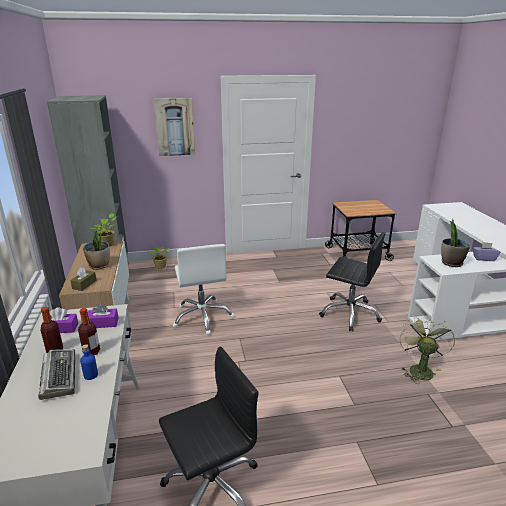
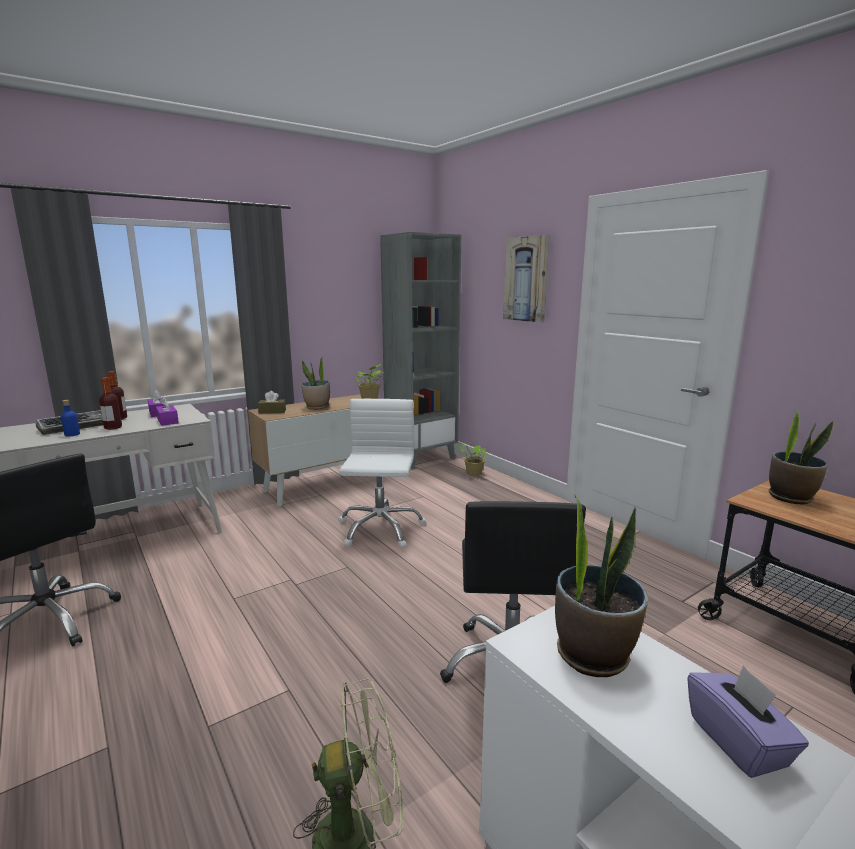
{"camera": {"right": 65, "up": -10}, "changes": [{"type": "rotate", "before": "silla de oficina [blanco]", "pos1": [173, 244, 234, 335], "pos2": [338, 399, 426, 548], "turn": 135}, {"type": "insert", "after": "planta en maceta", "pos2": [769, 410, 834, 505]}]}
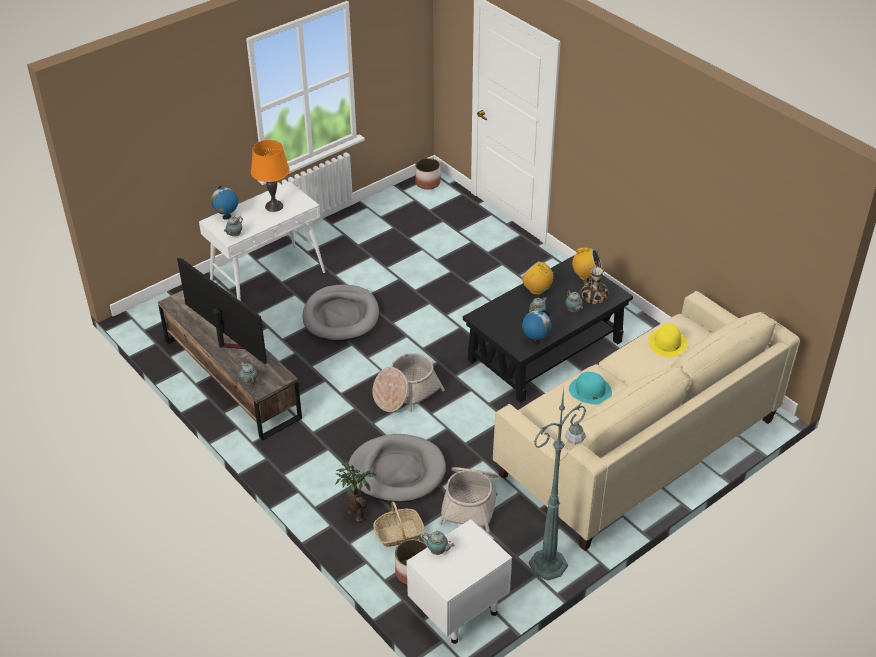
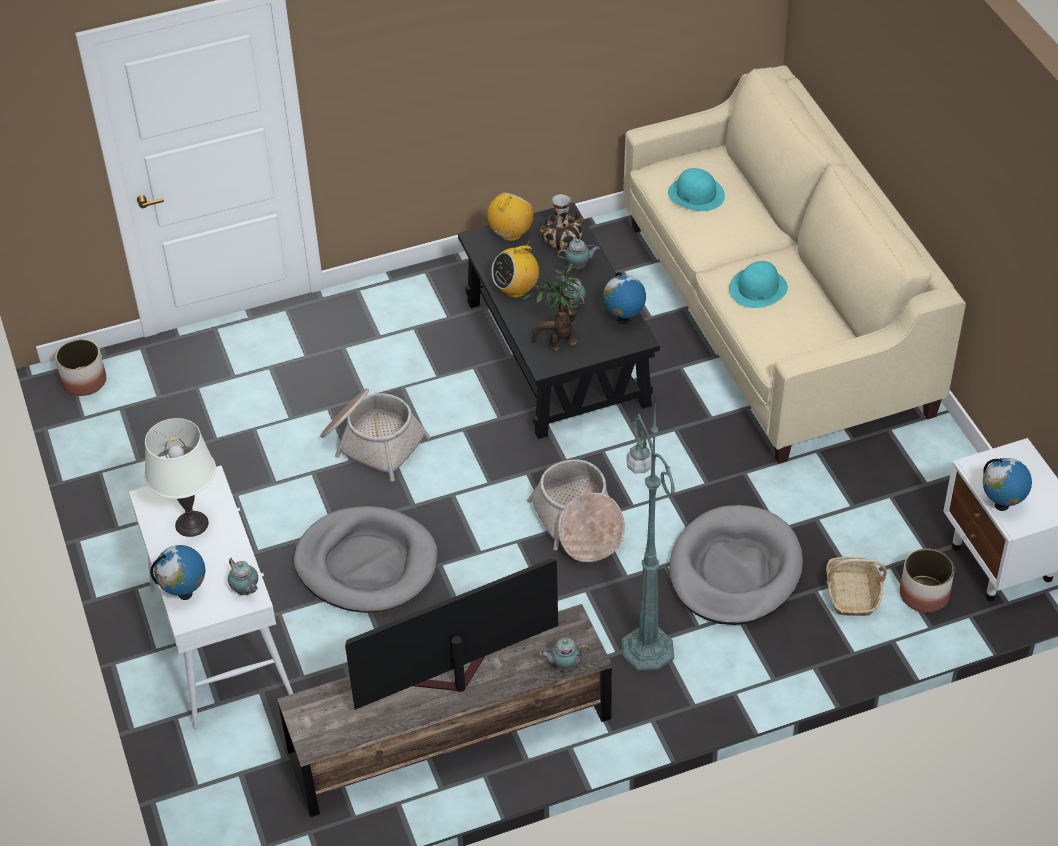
{"camera": {"right": -70, "up": 5}, "changes": [{"type": "recolor", "before": "lámpara de mesa [naranja]", "after": "lámpara de mesa [blanco]", "pos1": [251, 140, 290, 212], "pos2": [144, 418, 216, 537]}, {"type": "move", "before": "planta en maceta", "pos1": [335, 461, 376, 522], "pos2": [521, 263, 580, 351]}, {"type": "replace", "before": "tetera", "after": "globo terráqueo", "pos1": [422, 531, 455, 555], "pos2": [983, 458, 1032, 511]}, {"type": "move", "before": "cesta", "pos1": [439, 467, 498, 532], "pos2": [320, 388, 430, 481]}, {"type": "move", "before": "lámpara de pie [verde]", "pos1": [529, 388, 586, 581], "pos2": [622, 408, 675, 671]}, {"type": "recolor", "before": "sombrero [amarillo]", "after": "sombrero [turquesa]", "pos1": [648, 324, 687, 357], "pos2": [668, 168, 725, 211]}]}
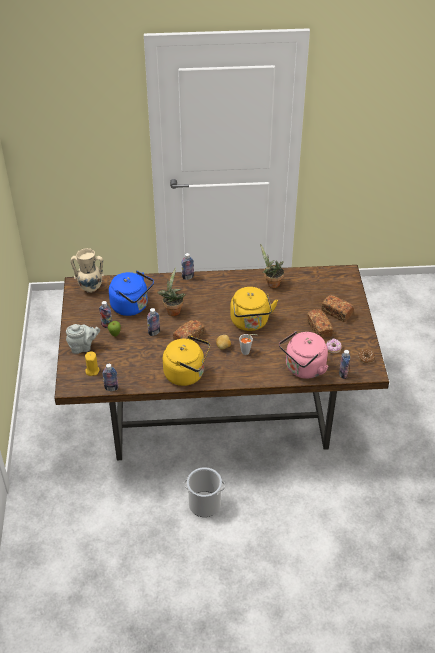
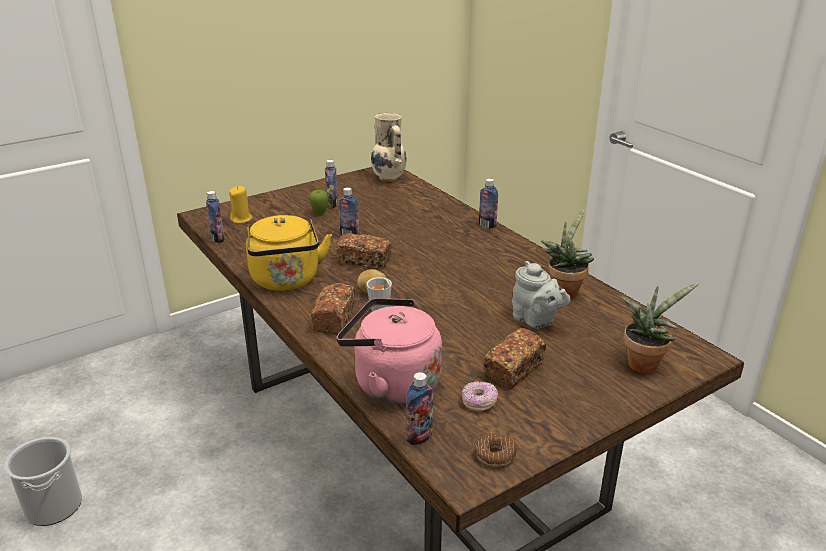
{"camera": {"right": 60, "up": -15}, "changes": [{"type": "move", "before": "tetera [gris]", "pos1": [66, 324, 100, 354], "pos2": [512, 261, 571, 329]}, {"type": "delete", "before": "hervidor [azul]", "pos1": [109, 271, 154, 316]}, {"type": "move", "before": "planta en maceta", "pos1": [157, 267, 186, 316], "pos2": [620, 283, 699, 374]}, {"type": "move", "before": "cubo", "pos1": [184, 467, 225, 517], "pos2": [4, 437, 82, 526]}, {"type": "delete", "before": "hervidor [amarillo]", "pos1": [230, 287, 278, 331]}, {"type": "move", "before": "pan", "pos1": [321, 295, 354, 322], "pos2": [311, 283, 355, 334]}]}
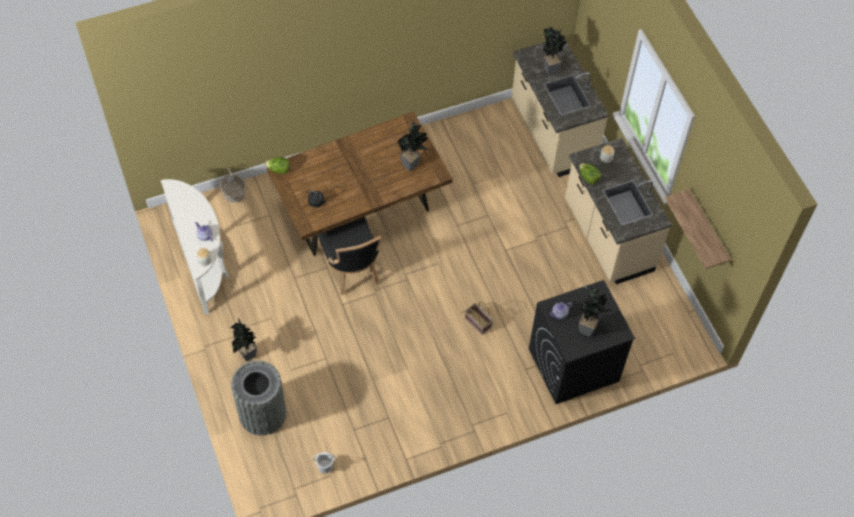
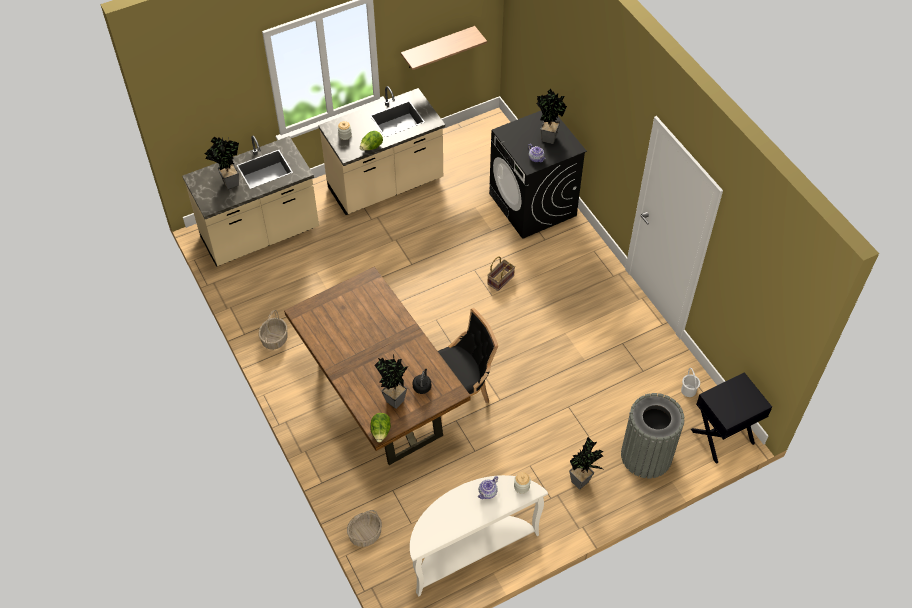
{"camera": {"right": -95, "up": -5}, "changes": [{"type": "move", "before": "planta en maceta", "pos1": [397, 121, 429, 171], "pos2": [374, 355, 408, 409]}, {"type": "insert", "after": "cesta", "pos2": [259, 310, 288, 350]}, {"type": "insert", "after": "mesita de noche [negro]", "pos2": [691, 372, 772, 464]}]}
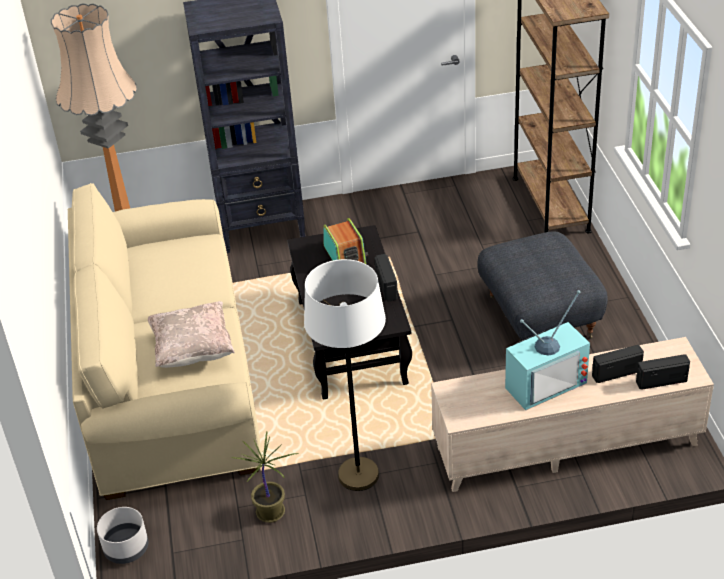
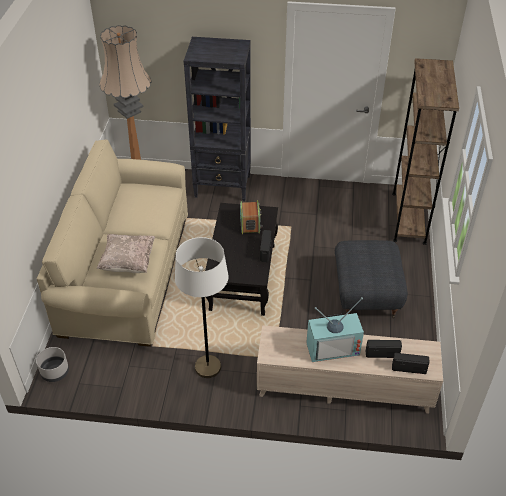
{"camera": {"right": 15, "up": 5}, "changes": [{"type": "delete", "before": "planta en maceta", "pos1": [231, 432, 299, 523]}]}
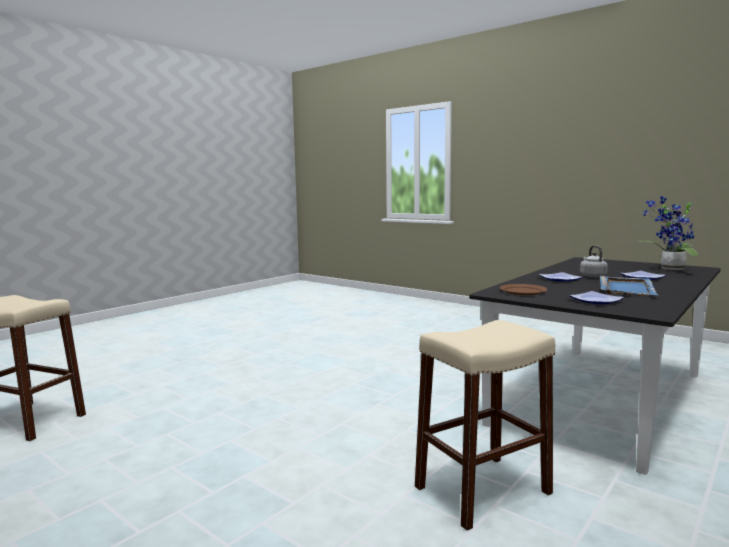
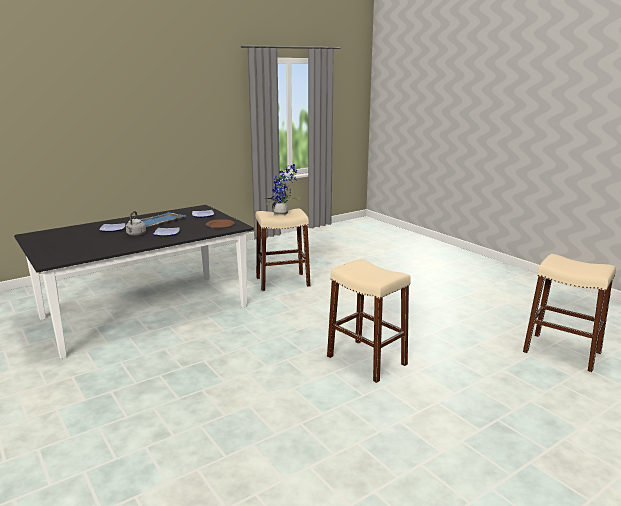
{"camera": {"right": -165, "up": 10}, "changes": [{"type": "move", "before": "planta en maceta", "pos1": [638, 196, 698, 270], "pos2": [265, 164, 300, 215]}, {"type": "insert", "after": "taburete [beis]", "pos2": [327, 259, 411, 383]}]}
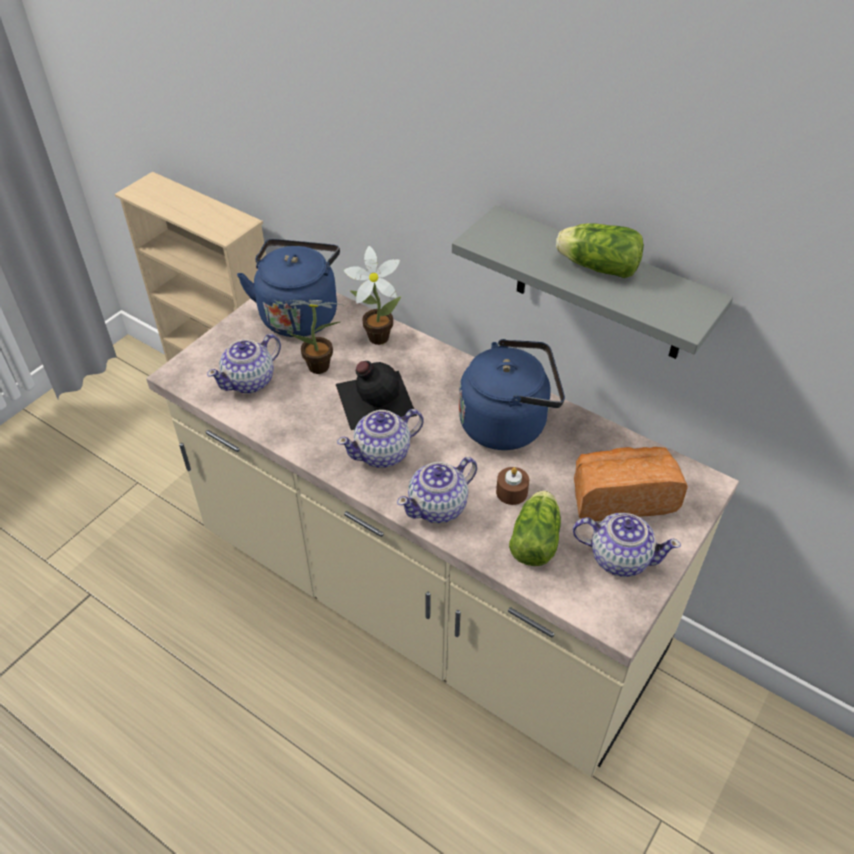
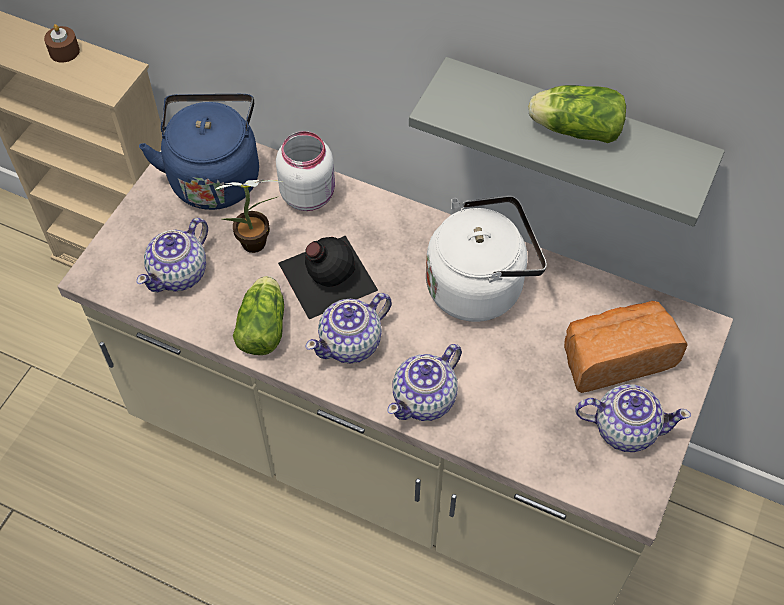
{"camera": {"right": -10, "up": 10}, "changes": [{"type": "replace", "before": "planta en maceta", "after": "tarro [blanco]", "pos1": [344, 246, 401, 345], "pos2": [276, 131, 335, 211]}, {"type": "recolor", "before": "hervidor [azul]", "after": "hervidor [blanco]", "pos1": [459, 339, 565, 450], "pos2": [426, 195, 547, 322]}, {"type": "move", "before": "vela [marrón]", "pos1": [496, 467, 529, 505], "pos2": [44, 24, 80, 63]}, {"type": "move", "before": "lechuga", "pos1": [509, 490, 561, 566], "pos2": [233, 276, 284, 355]}]}
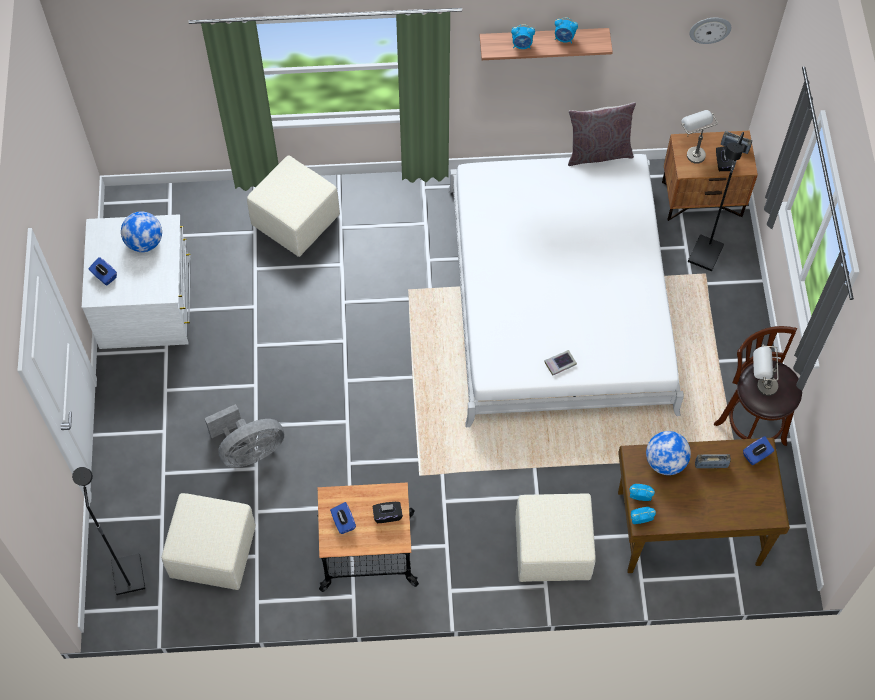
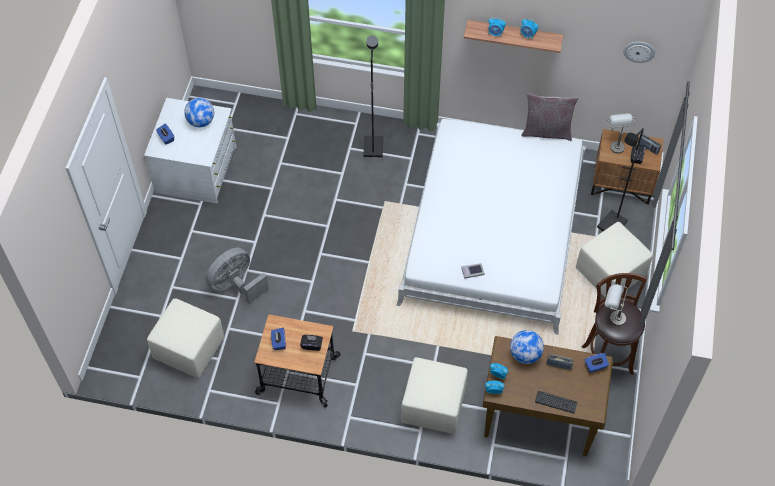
{"camera": {"right": 15, "up": -5}, "changes": [{"type": "move", "before": "lámpara de pie [negro]", "pos1": [72, 467, 145, 595], "pos2": [363, 35, 383, 157]}, {"type": "rotate", "before": "ventilador [gris]", "pos1": [204, 404, 285, 468], "pos2": [206, 248, 269, 304], "turn": 150}, {"type": "move", "before": "puf [beis]", "pos1": [247, 156, 340, 257], "pos2": [576, 222, 653, 297]}, {"type": "insert", "after": "teclado", "pos2": [535, 391, 577, 414]}]}
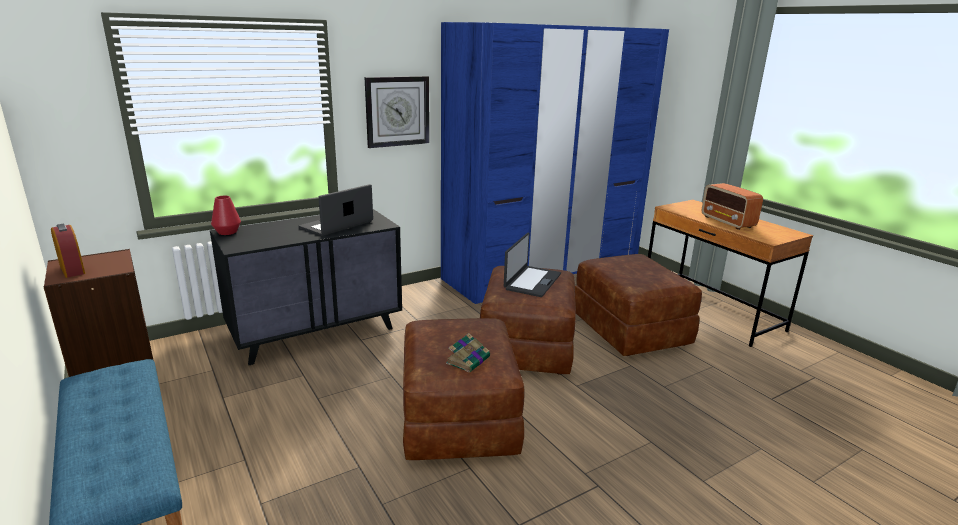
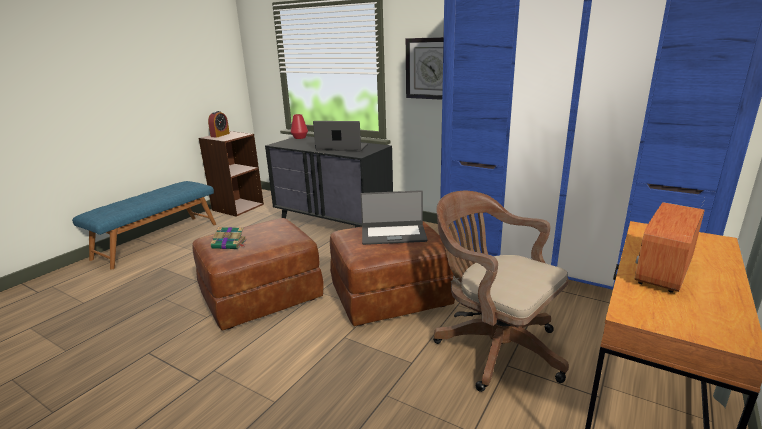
{"camera": {"right": 65, "up": 0}, "changes": [{"type": "replace", "before": "puf [marrón]", "after": "silla de oficina [marrón]", "pos1": [575, 254, 702, 356], "pos2": [433, 191, 569, 392]}]}
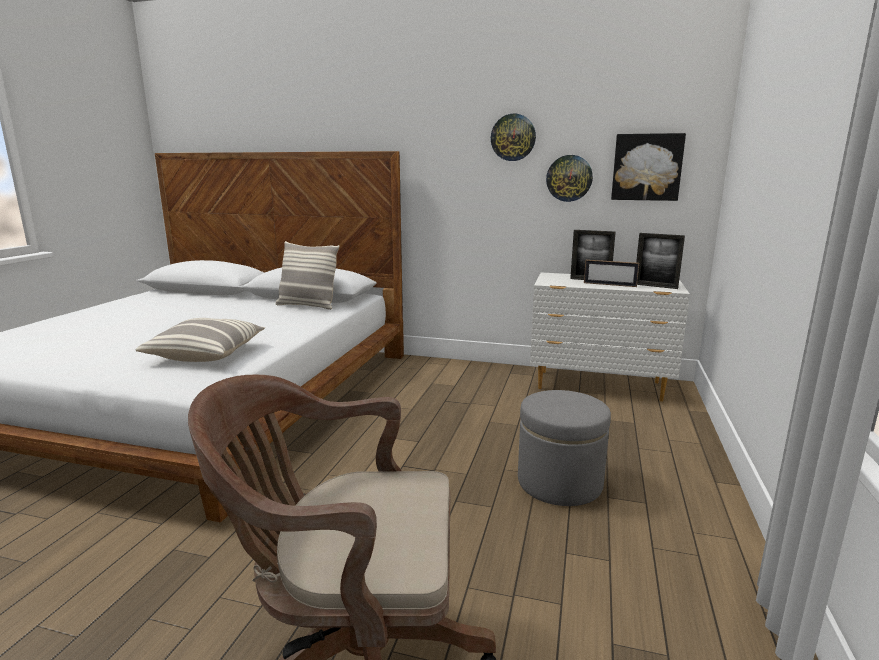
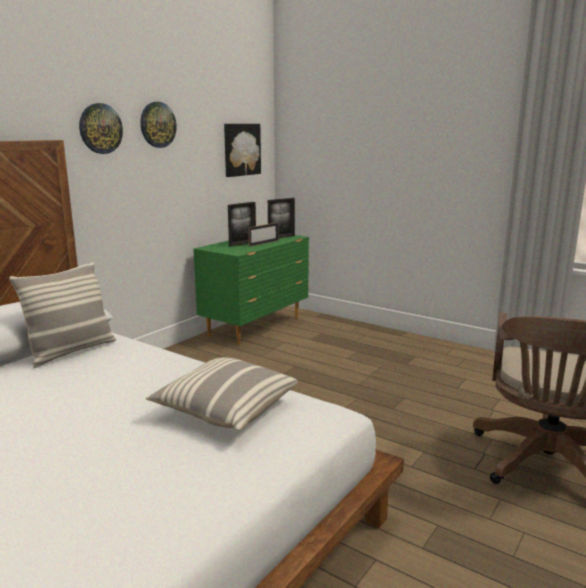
{"camera": {"right": -70, "up": 0}, "changes": [{"type": "delete", "before": "puf [gris]", "pos1": [518, 390, 611, 506]}, {"type": "recolor", "before": "cómoda [blanco]", "after": "cómoda [verde]", "pos1": [530, 273, 690, 401], "pos2": [193, 235, 309, 346]}, {"type": "move", "before": "reloj de pared", "pos1": [546, 155, 593, 202], "pos2": [79, 103, 123, 154]}]}
